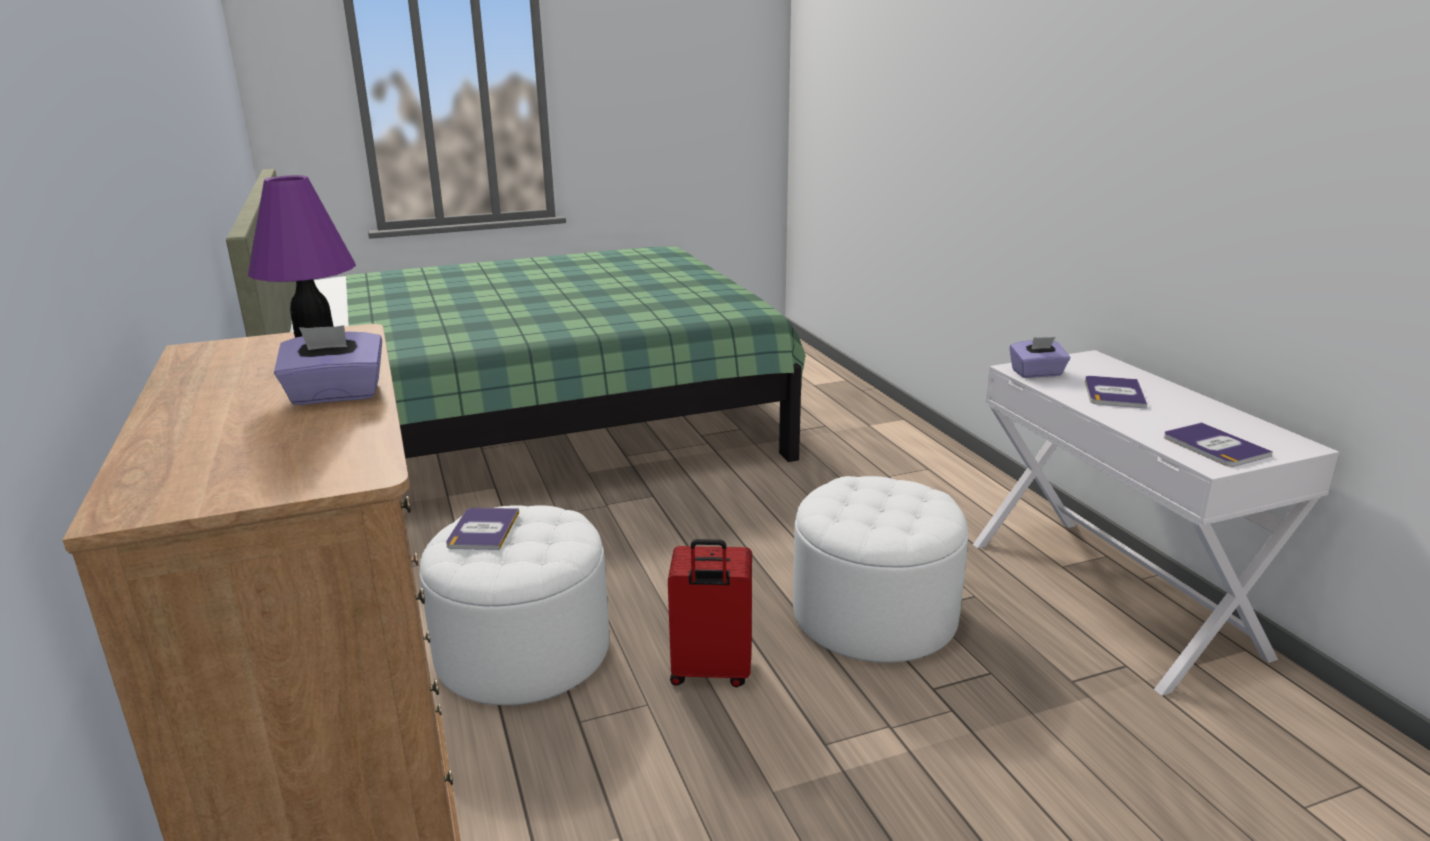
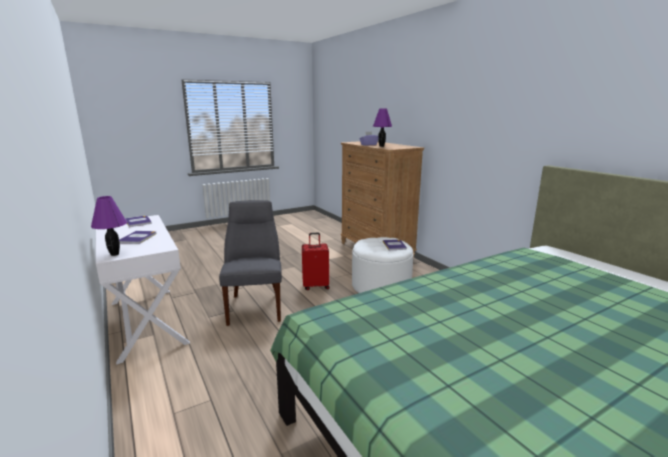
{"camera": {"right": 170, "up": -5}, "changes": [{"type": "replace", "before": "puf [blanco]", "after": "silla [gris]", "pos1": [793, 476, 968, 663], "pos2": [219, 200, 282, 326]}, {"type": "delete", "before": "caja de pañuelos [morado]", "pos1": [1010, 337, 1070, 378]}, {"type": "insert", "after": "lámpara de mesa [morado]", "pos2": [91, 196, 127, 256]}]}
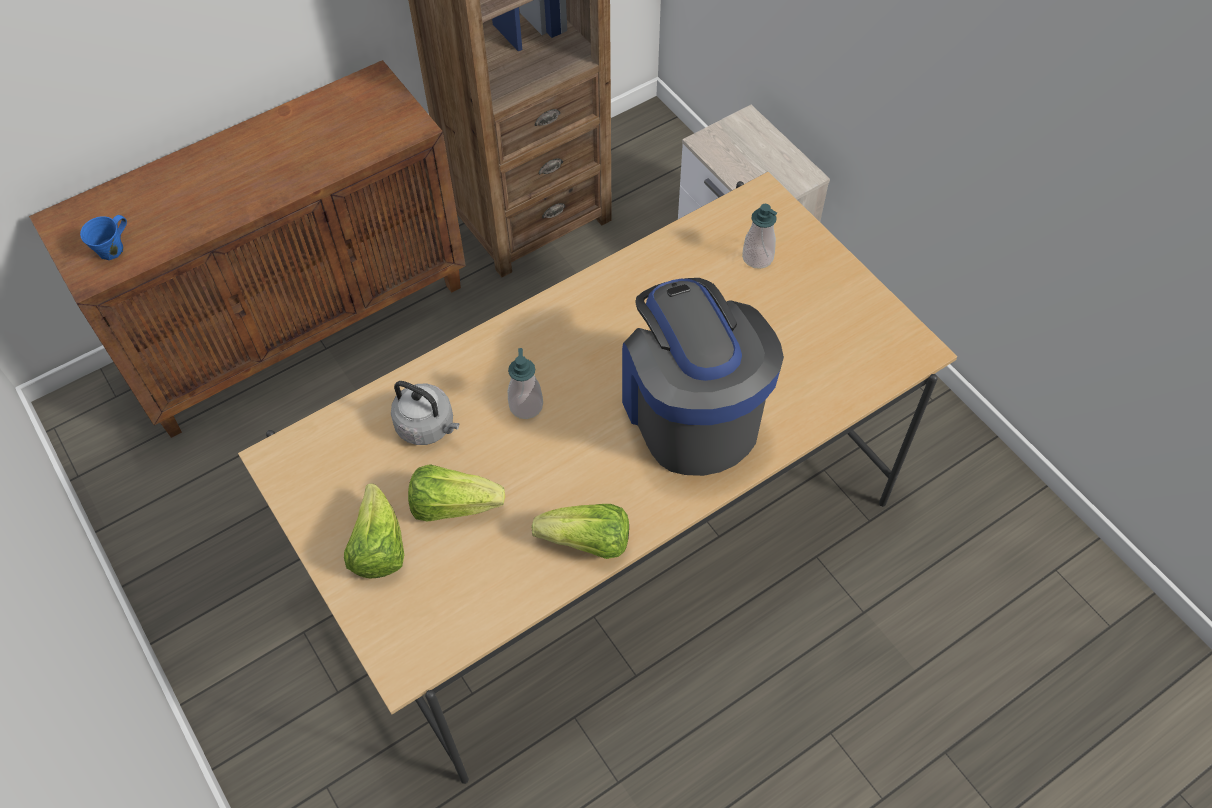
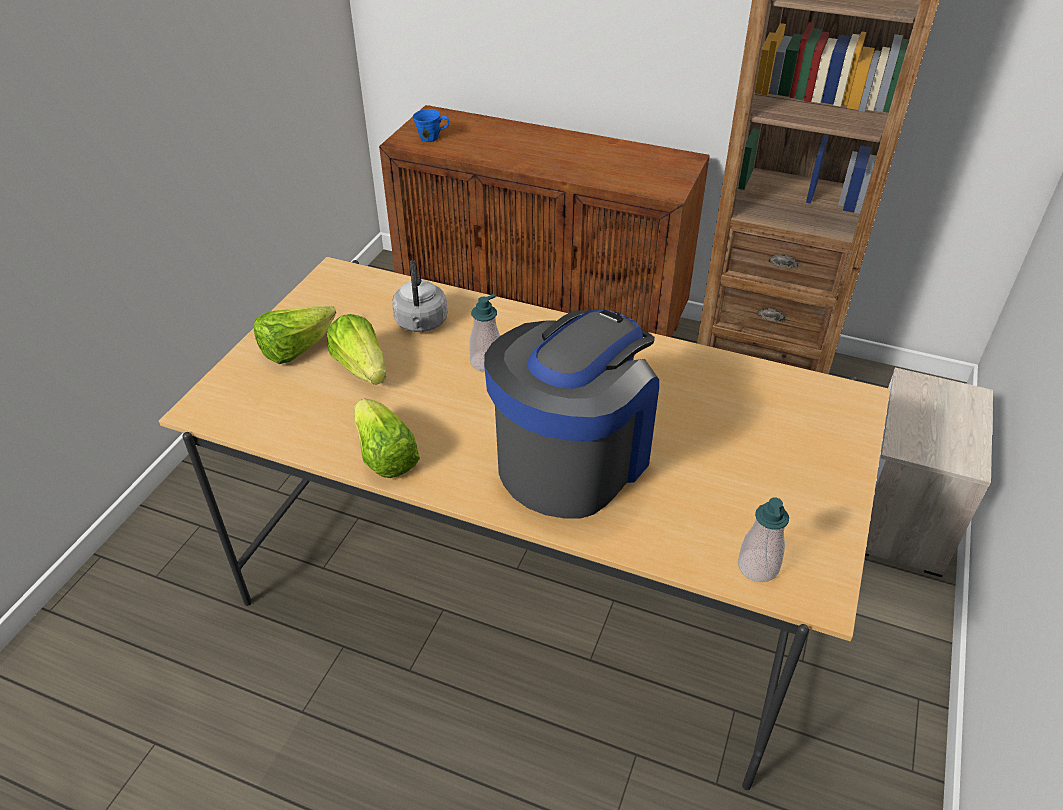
{"camera": {"right": 55, "up": -15}, "changes": [{"type": "move", "before": "dispensador de jabón", "pos1": [742, 204, 777, 269], "pos2": [738, 497, 789, 582]}]}
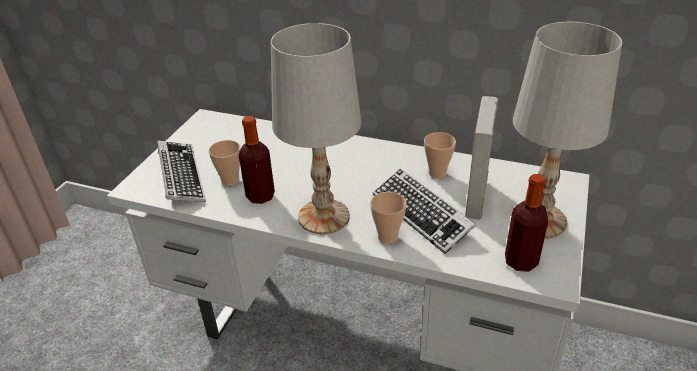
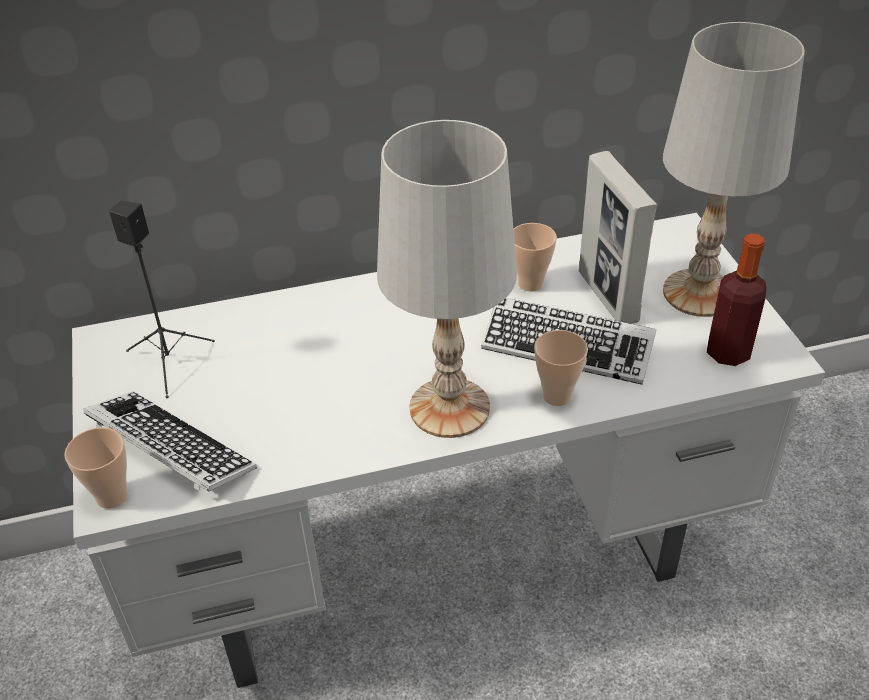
{"camera": {"right": -35, "up": 5}, "changes": [{"type": "move", "before": "taza", "pos1": [208, 140, 241, 186], "pos2": [64, 427, 128, 509]}, {"type": "delete", "before": "botella", "pos1": [239, 116, 275, 204]}, {"type": "insert", "after": "altavoz [negro]", "pos2": [109, 201, 215, 398]}]}
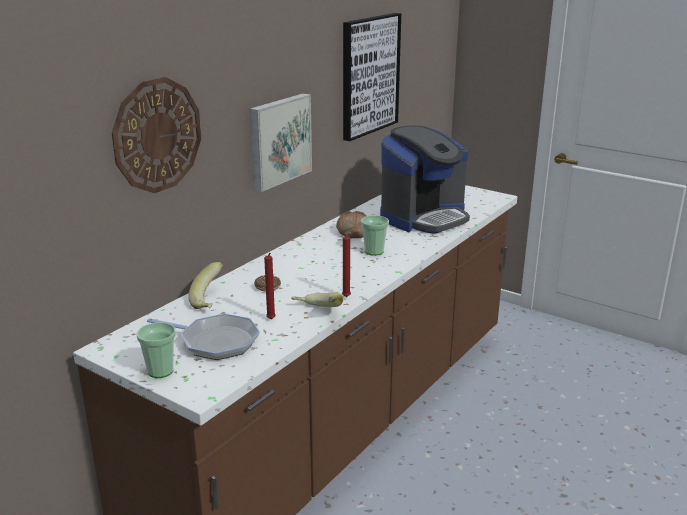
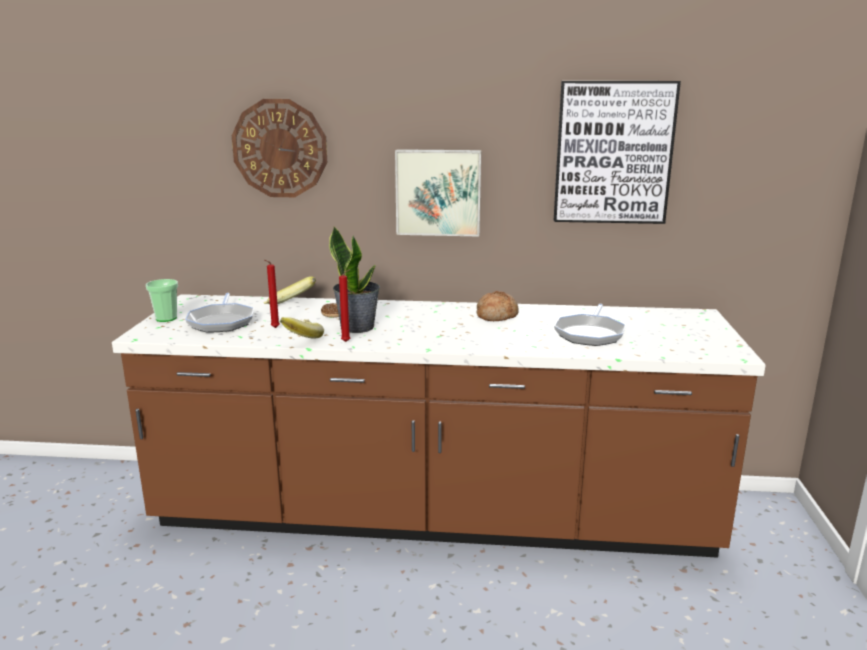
{"camera": {"right": 60, "up": -5}, "changes": [{"type": "delete", "before": "taza", "pos1": [361, 215, 389, 256]}, {"type": "replace", "before": "cafetera", "after": "sartén", "pos1": [380, 126, 470, 234], "pos2": [554, 304, 626, 346]}, {"type": "insert", "after": "planta en maceta", "pos2": [329, 226, 380, 333]}]}
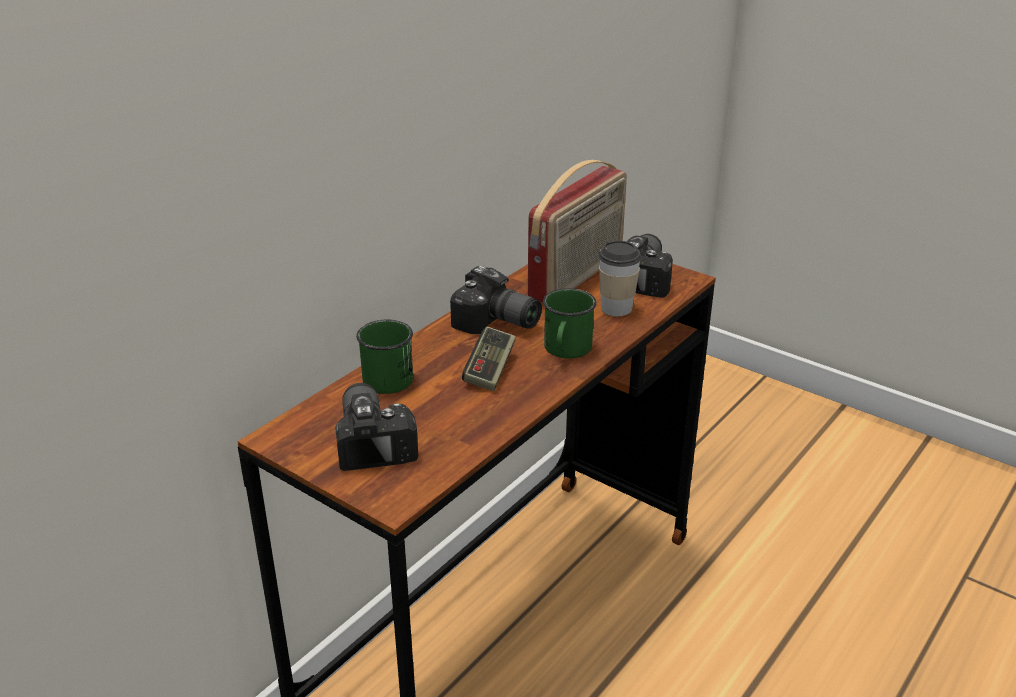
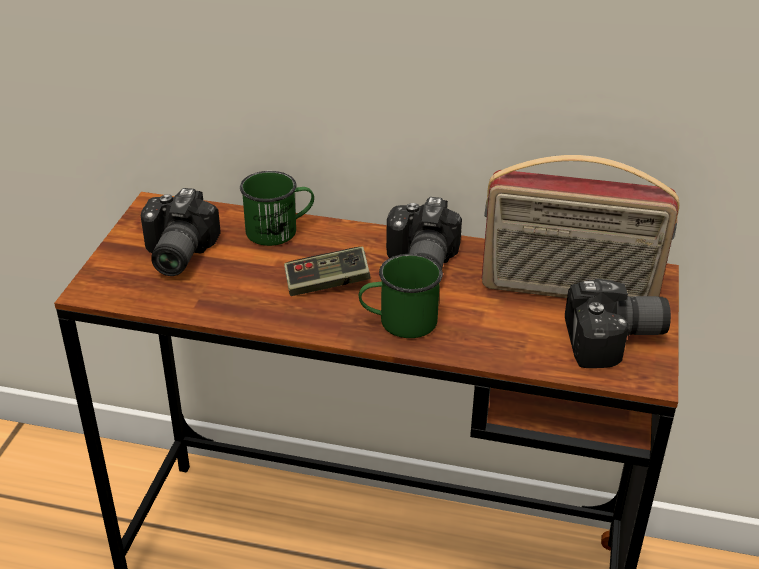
{"camera": {"right": 65, "up": 5}, "changes": [{"type": "rotate", "before": "cámara", "pos1": [335, 383, 418, 471], "pos2": [141, 188, 221, 276], "turn": 135}, {"type": "delete", "before": "taza", "pos1": [598, 241, 642, 316]}]}
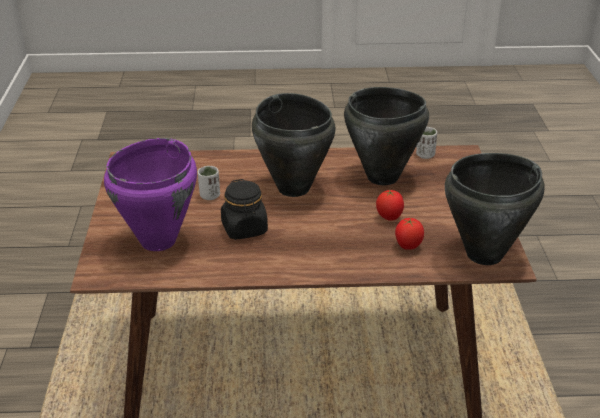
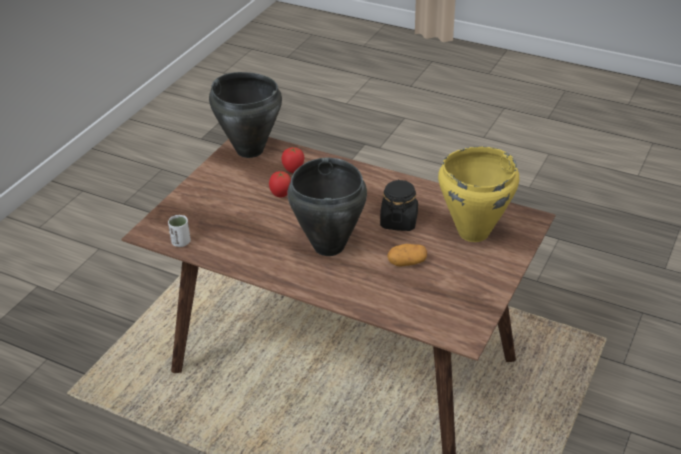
{"camera": {"right": -150, "up": 5}, "changes": [{"type": "recolor", "before": "olla [morado]", "after": "olla [amarillo]", "pos1": [104, 138, 197, 251], "pos2": [438, 147, 519, 242]}, {"type": "replace", "before": "taza [blanco]", "after": "patata", "pos1": [198, 166, 220, 200], "pos2": [387, 244, 427, 267]}, {"type": "delete", "before": "olla [negro]", "pos1": [344, 87, 429, 185]}]}
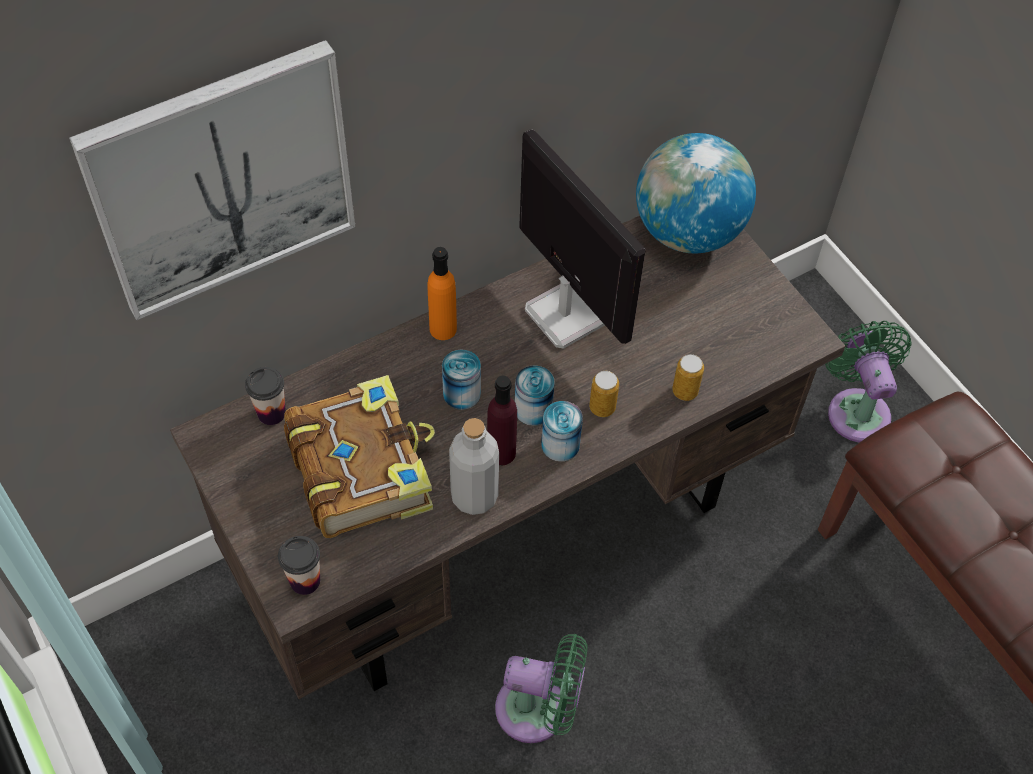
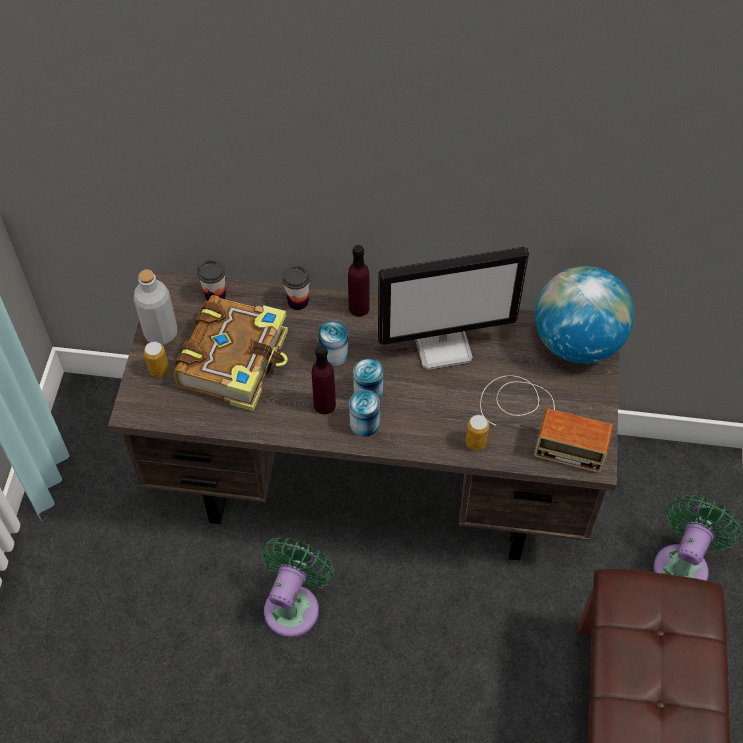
{"camera": {"right": 40, "up": 0}, "changes": [{"type": "delete", "before": "cuadro", "pos1": [69, 40, 355, 321]}, {"type": "move", "before": "taza", "pos1": [278, 536, 320, 595], "pos2": [282, 266, 310, 310]}, {"type": "recolor", "before": "botella [naranja]", "after": "botella [morado]", "pos1": [428, 247, 457, 340], "pos2": [348, 245, 370, 317]}, {"type": "move", "before": "botella [gris]", "pos1": [449, 418, 499, 515], "pos2": [134, 269, 177, 345]}, {"type": "rotate", "before": "ventilador [verde]", "pos1": [495, 634, 587, 743], "pos2": [261, 537, 334, 638], "turn": -120}, {"type": "rotate", "before": "monitor", "pos1": [519, 129, 646, 349], "pos2": [378, 247, 529, 370], "turn": 75}, {"type": "move", "before": "lata", "pos1": [589, 371, 619, 417], "pos2": [144, 341, 169, 377]}, {"type": "insert", "after": "radio", "pos2": [480, 375, 613, 473]}]}
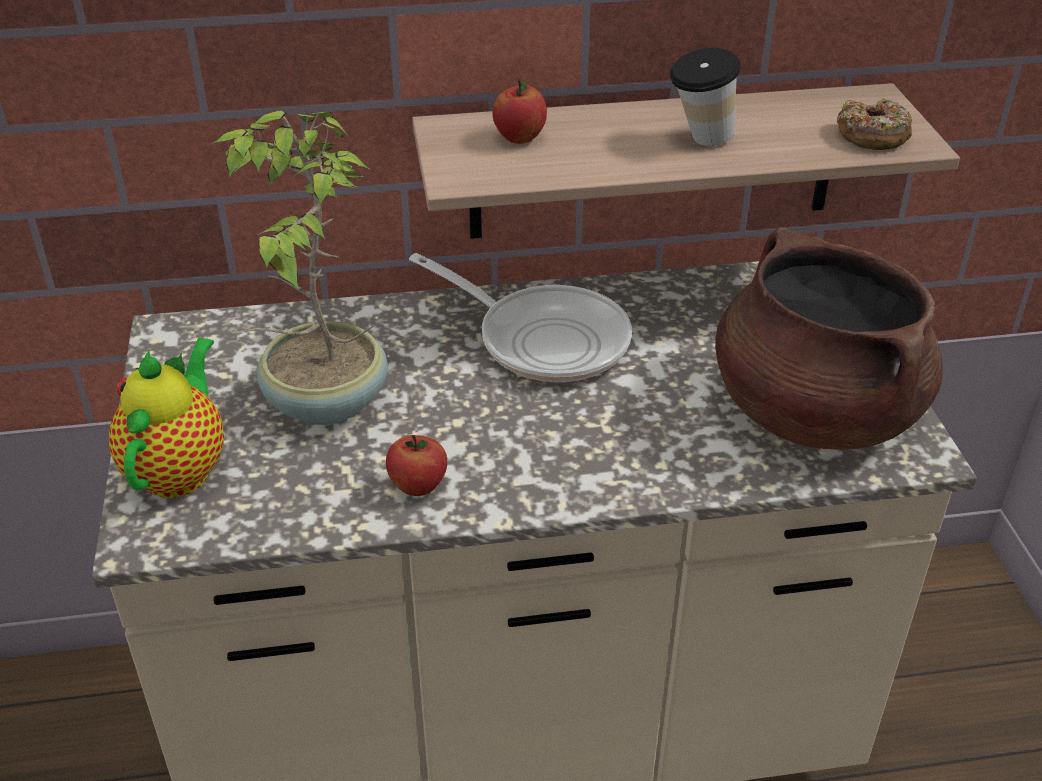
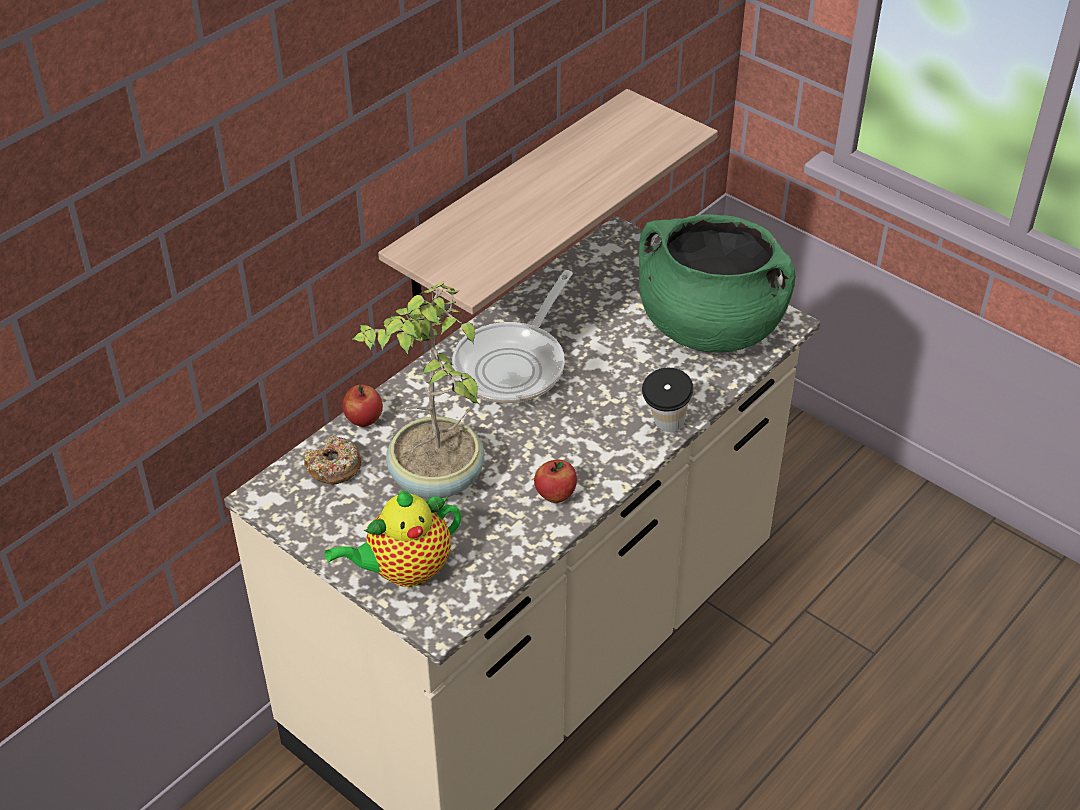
{"camera": {"right": -40, "up": 5}, "changes": [{"type": "rotate", "before": "tetera", "pos1": [109, 338, 224, 498], "pos2": [325, 490, 461, 587], "turn": -90}, {"type": "rotate", "before": "sartén", "pos1": [409, 253, 632, 382], "pos2": [452, 270, 573, 403], "turn": 120}, {"type": "move", "before": "manzana", "pos1": [492, 80, 547, 144], "pos2": [343, 384, 383, 427]}, {"type": "move", "before": "taza", "pos1": [670, 48, 741, 146], "pos2": [642, 368, 693, 432]}, {"type": "recolor", "before": "olla [marrón]", "after": "olla [verde]", "pos1": [715, 227, 943, 450], "pos2": [639, 214, 796, 352]}, {"type": "move", "before": "rosquilla", "pos1": [837, 98, 912, 150], "pos2": [304, 436, 362, 484]}]}
